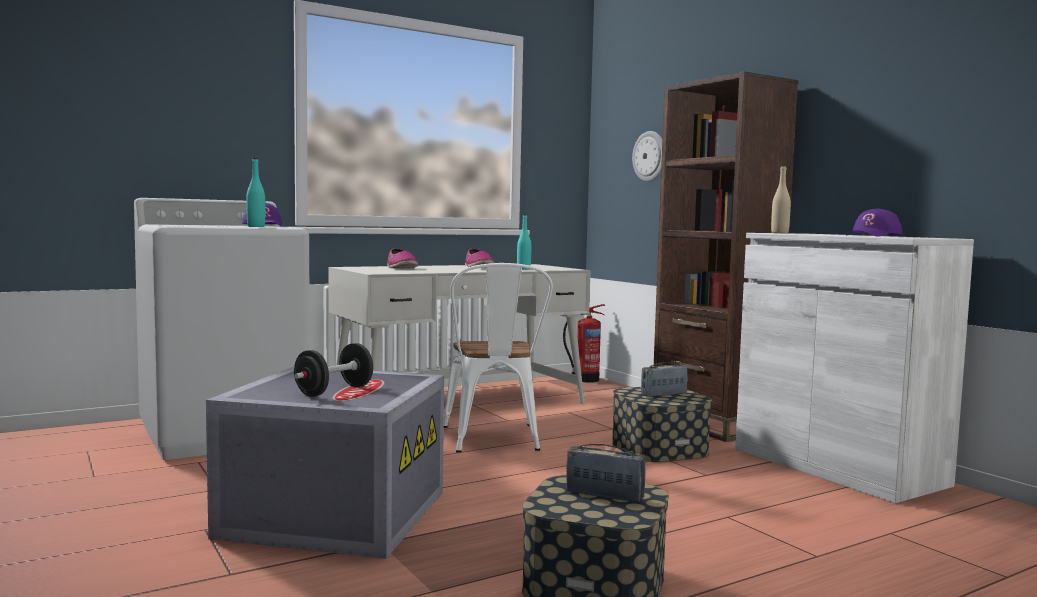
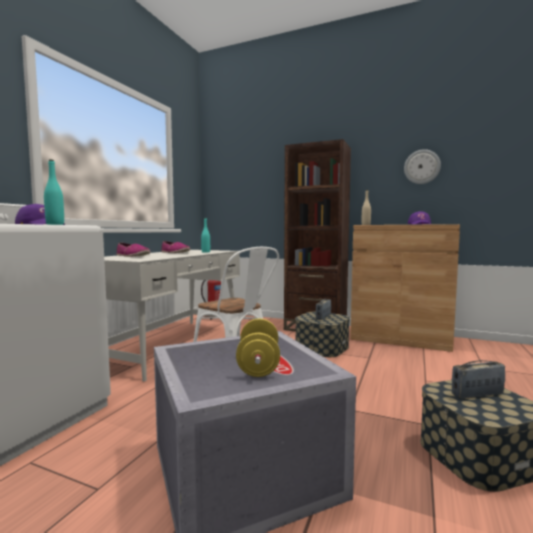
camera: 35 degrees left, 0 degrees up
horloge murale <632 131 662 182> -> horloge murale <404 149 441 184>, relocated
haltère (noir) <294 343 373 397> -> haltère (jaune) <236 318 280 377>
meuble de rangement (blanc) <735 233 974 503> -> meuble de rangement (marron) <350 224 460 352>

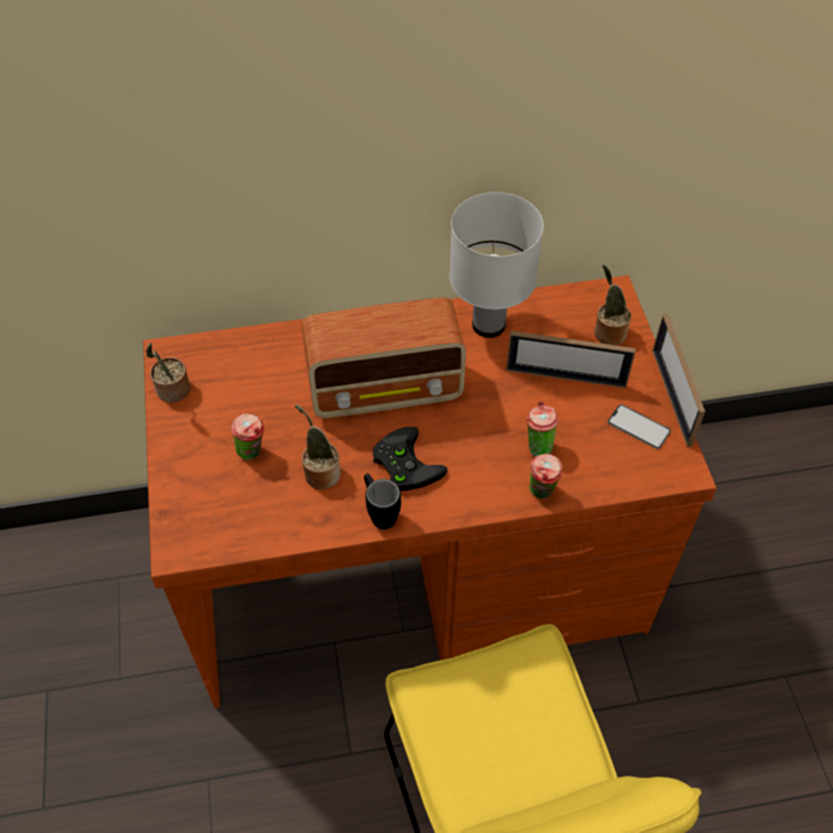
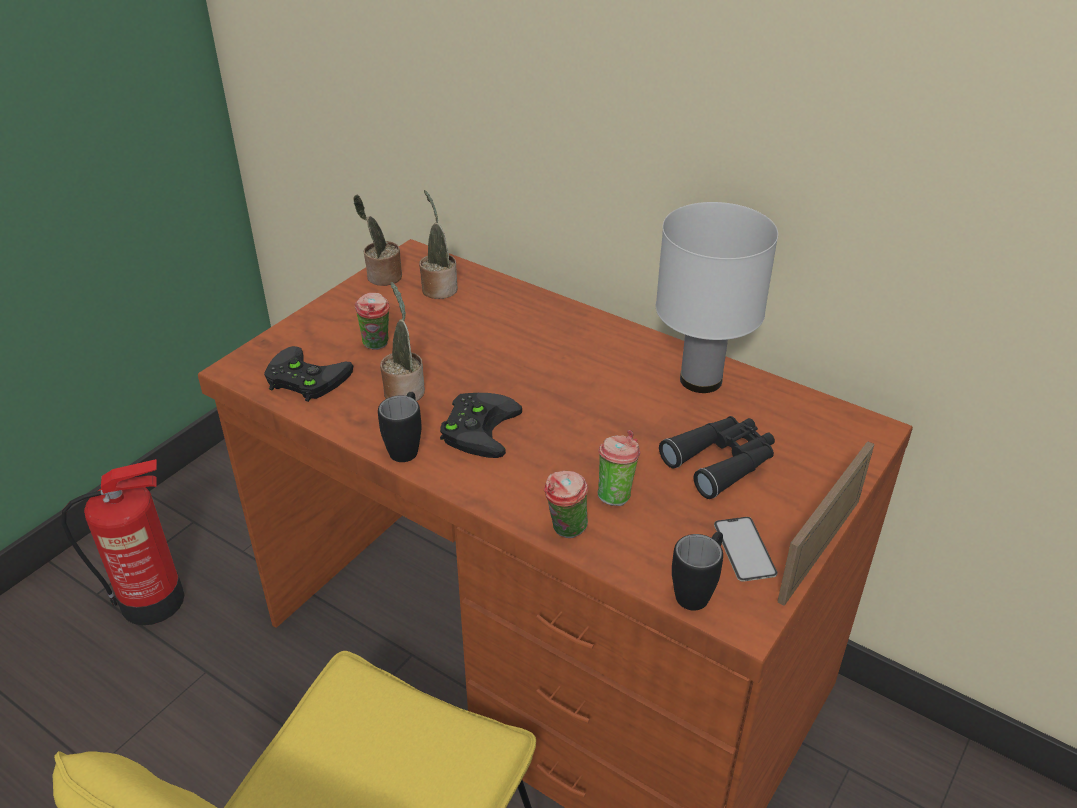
camera: 45 degrees right, 15 degrees down
radio <302 297 466 418> -> none
none -> extincteur <61 459 184 625>
none -> manette (noir) <264 346 353 402>
none -> mug (noir) <672 532 723 611>
plante en pot <594 265 631 345> -> plante en pot <419 190 458 299>, relocated
cadre photo <506 331 636 388> -> jumelles (noir) <659 416 775 499>

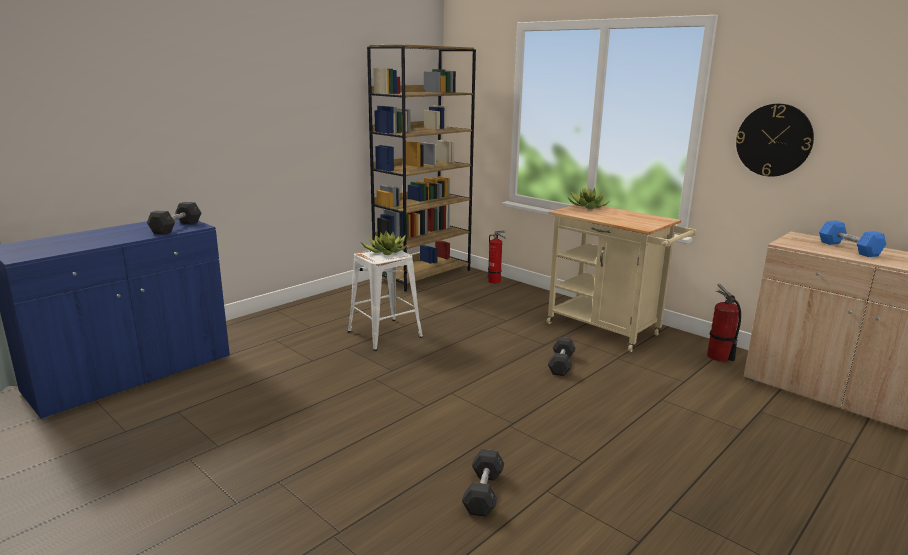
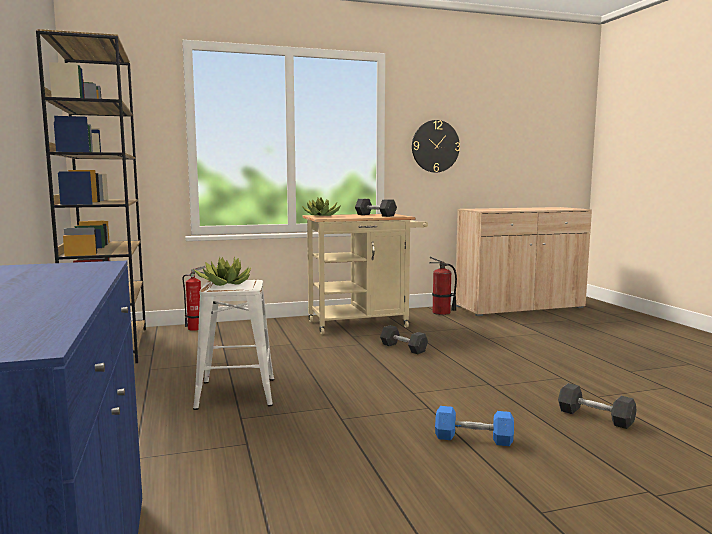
camera: 60 degrees left, 10 degrees down
haltère (gris) <147 202 201 235> -> haltère (gris) <355 199 397 217>, relocated
haltère (bleu) <819 221 886 257> -> haltère (bleu) <435 406 514 446>, relocated

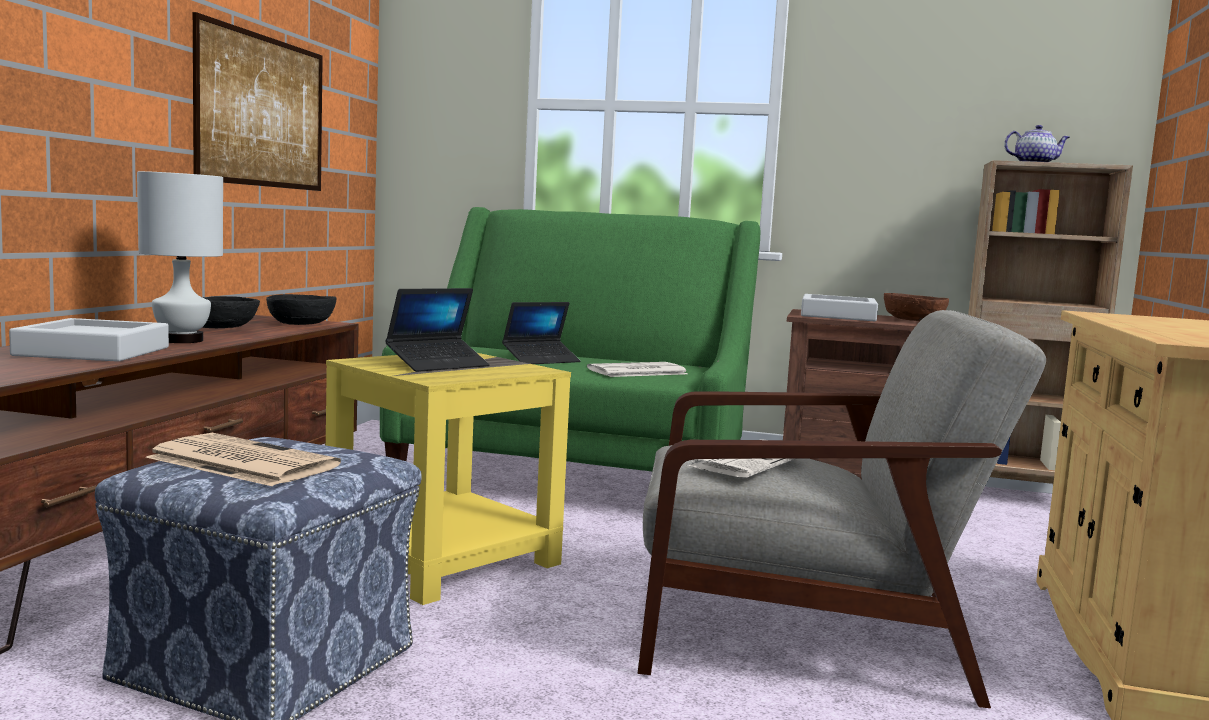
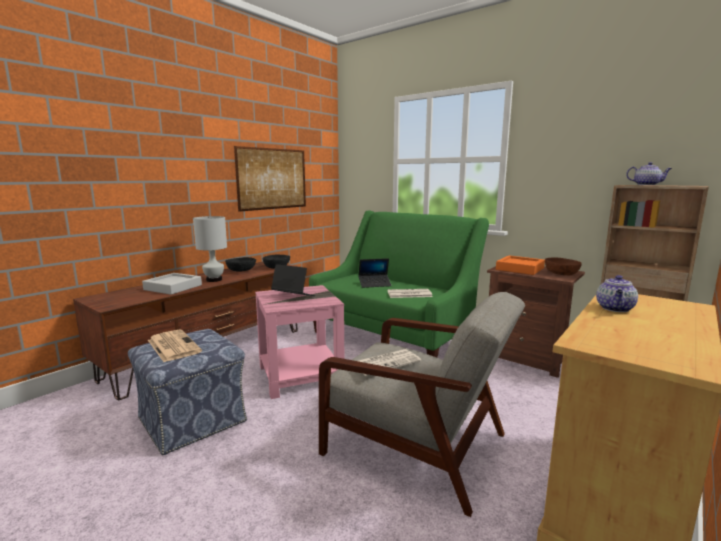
camera: 25 degrees right, 5 degrees up
none -> théière <596 275 638 312>
table d'appoint (jaune) <326 353 571 605> -> table d'appoint (rose) <255 285 344 399>
plateau (gris) <801 294 878 321> -> plateau (orange) <496 255 545 275>
ordinateur portable <385 288 490 372> -> ordinateur portable <271 264 315 296>, 135 degrees counterclockwise

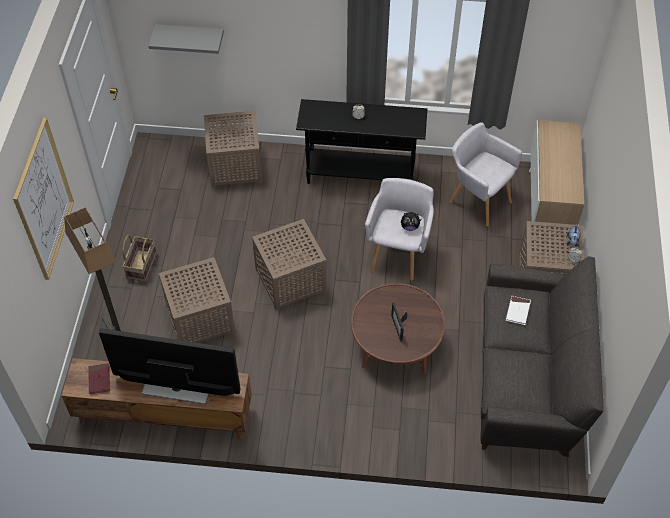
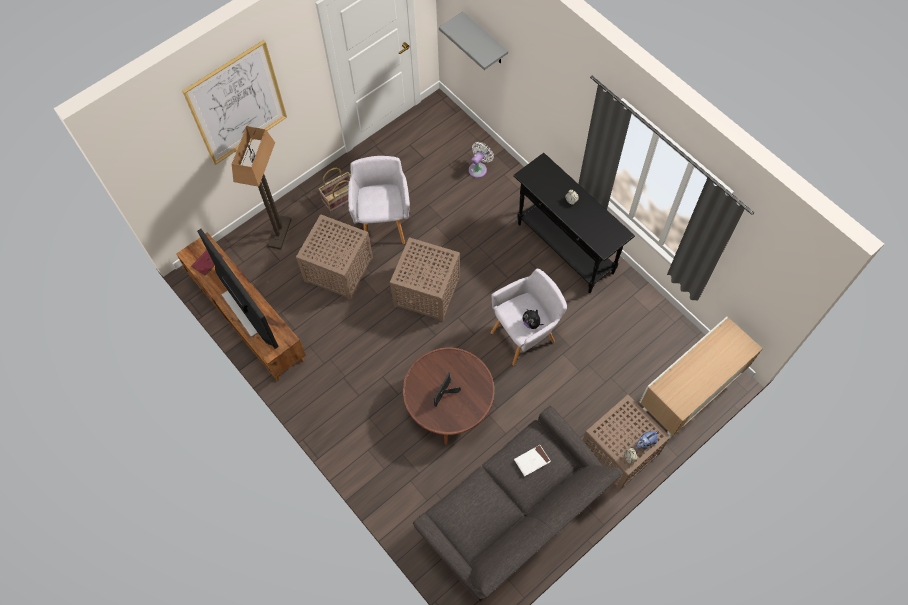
camera: 45 degrees right, 10 degrees up
fauteuil (gris) <449 122 522 227> -> fauteuil (gris) <348 156 410 244>, relocated
table d'appoint (marron) <204 111 262 188> -> ventilateur (blanc) <469 142 494 178>

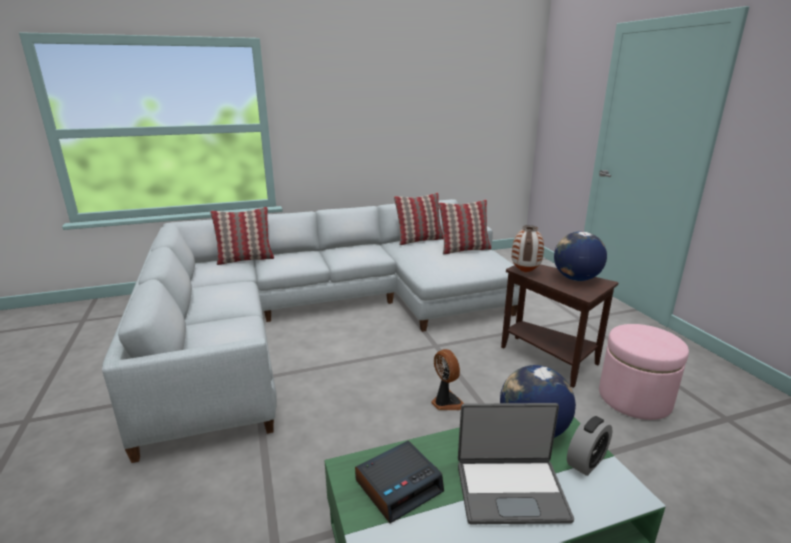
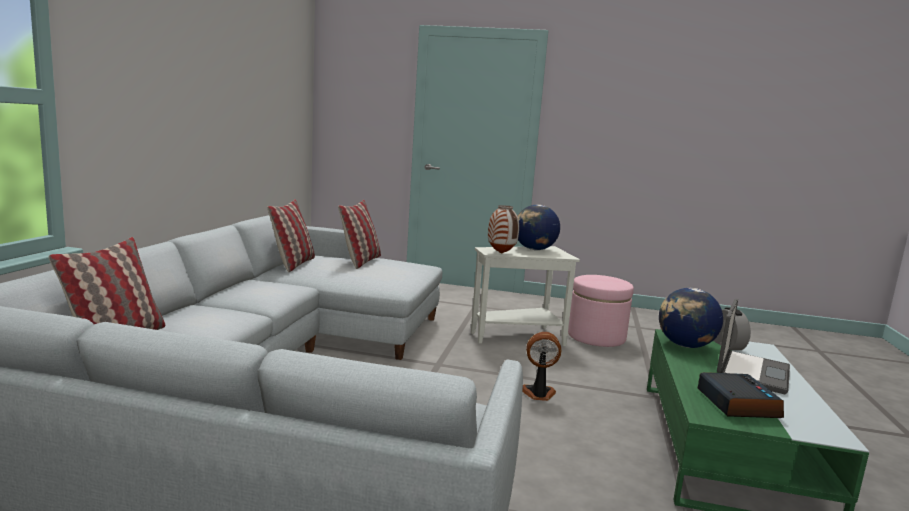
camera: 60 degrees left, 10 degrees down
table d'appoint (marron) <501 264 619 388> -> table d'appoint (blanc) <471 246 580 346>

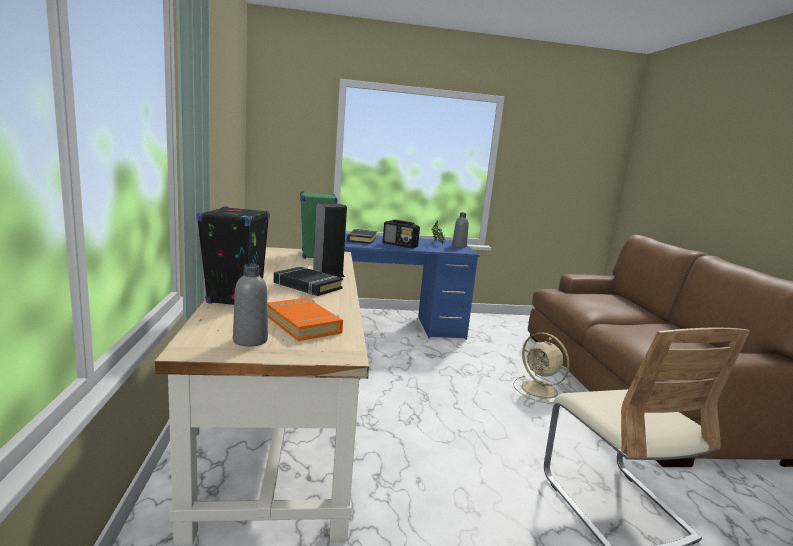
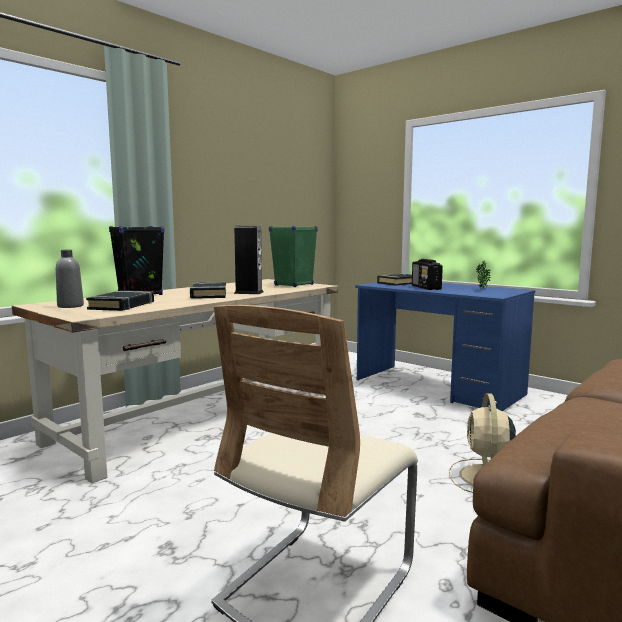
camera: 50 degrees right, 5 degrees down
bouteille (gris) <452 213 469 248> -> none
livre (orange) <267 298 343 341> -> livre (noir) <86 290 154 311>

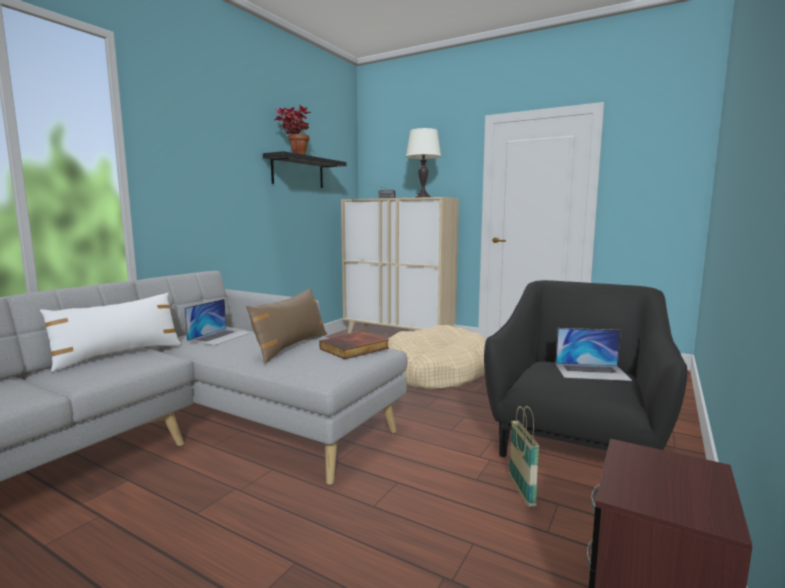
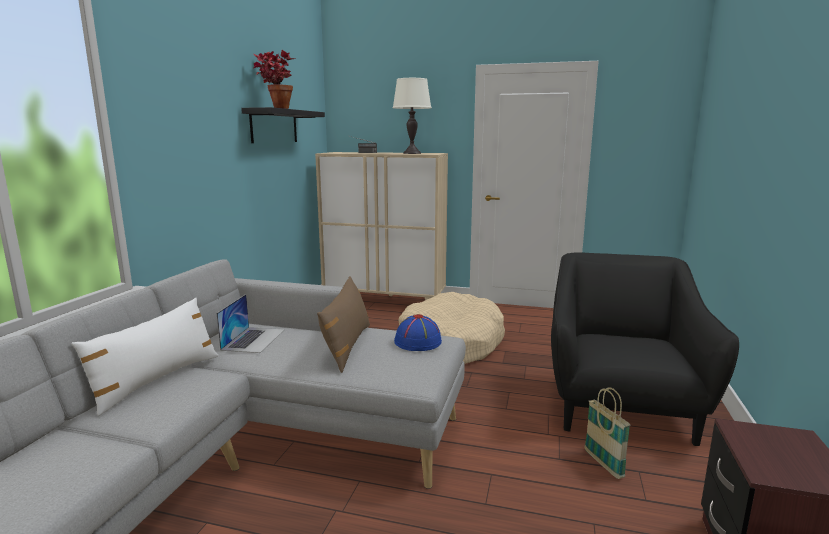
camera: 15 degrees left, 5 degrees up
ordinateur portable <555 328 632 381> -> none
livre <319 332 389 359> -> chapeau (bleu) <394 314 442 351>

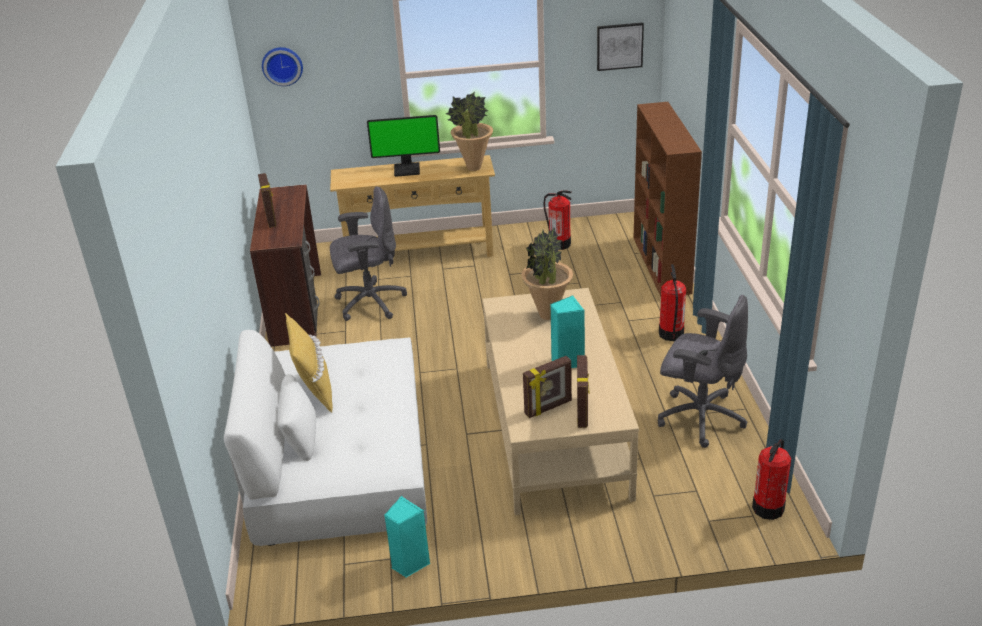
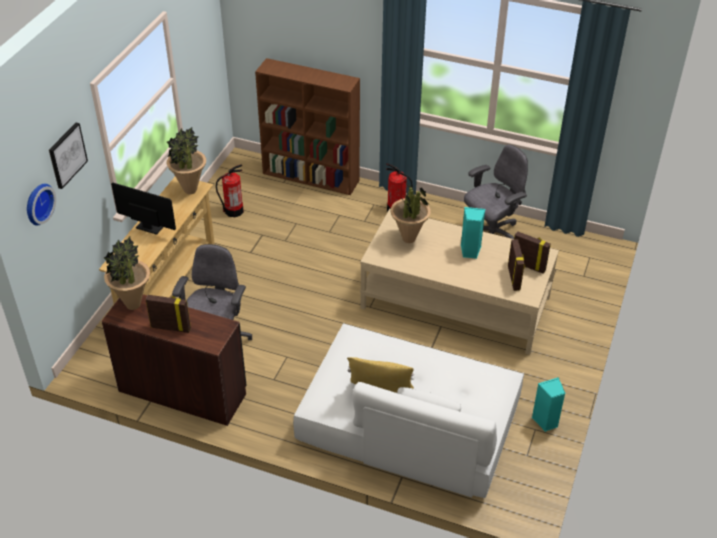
camera: 65 degrees left, 10 degrees up
extincteur <752 439 791 520> -> none
none -> plante en pot <104 237 150 310>
tableau <597 22 644 71> -> tableau <49 122 88 189>, relocated
écran d'ordinateur <367 115 440 177> -> écran d'ordinateur <111 183 176 235>, 90 degrees counterclockwise

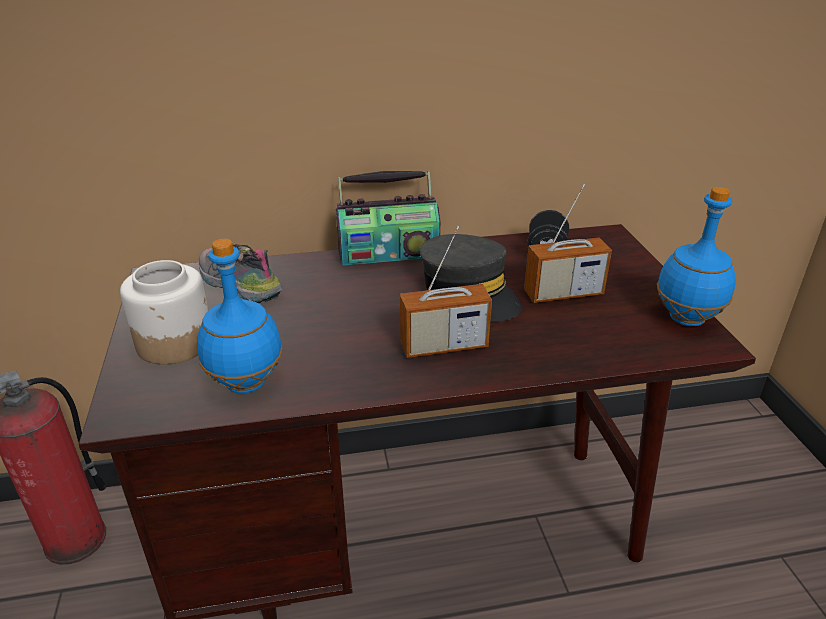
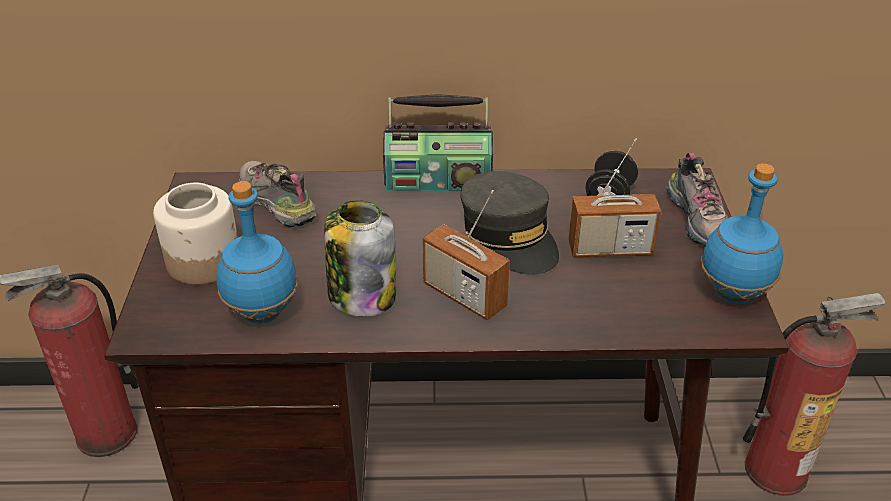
camera: 10 degrees right, 5 degrees up
none -> bocal <324 200 396 317>
none -> chaussure <666 153 728 246>
none -> extincteur <743 293 886 496>
radio <400 226 492 358> -> radio <422 190 510 320>, 45 degrees clockwise

